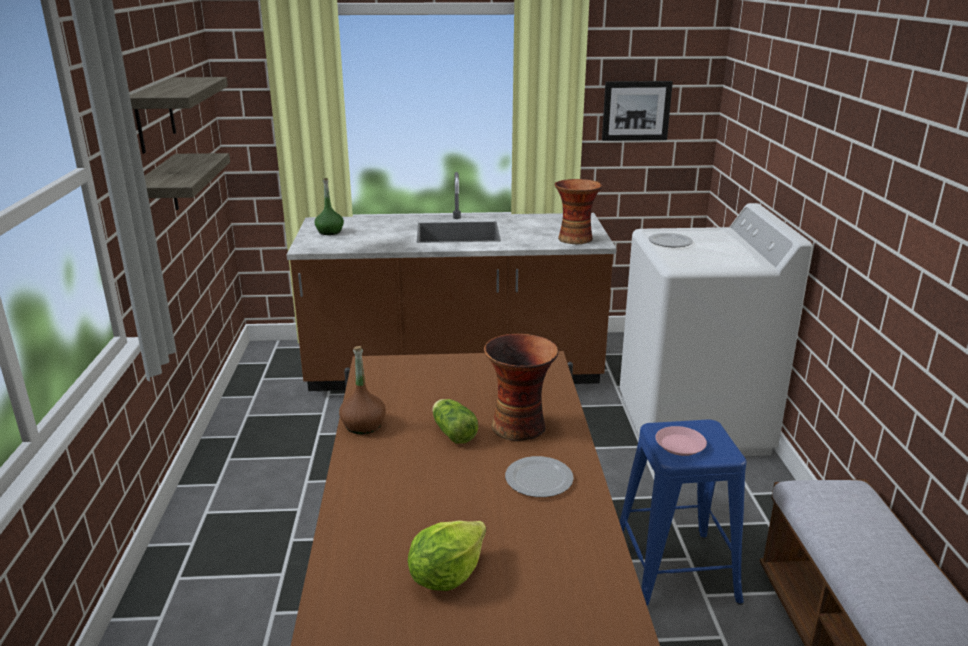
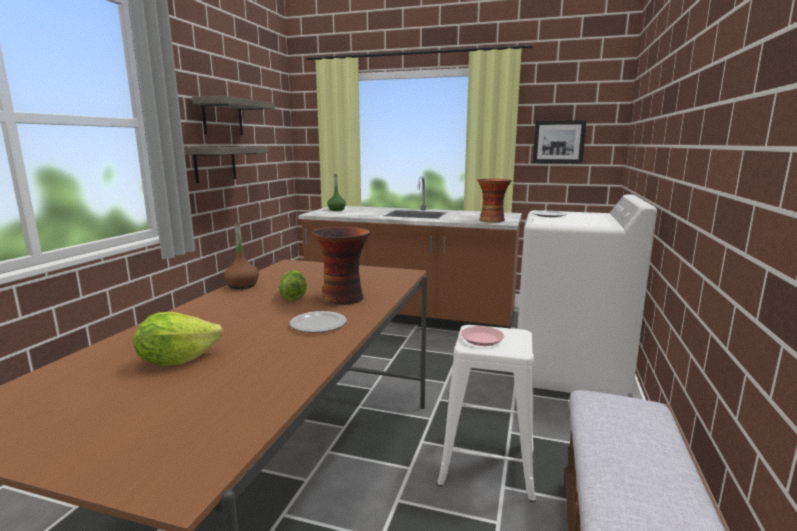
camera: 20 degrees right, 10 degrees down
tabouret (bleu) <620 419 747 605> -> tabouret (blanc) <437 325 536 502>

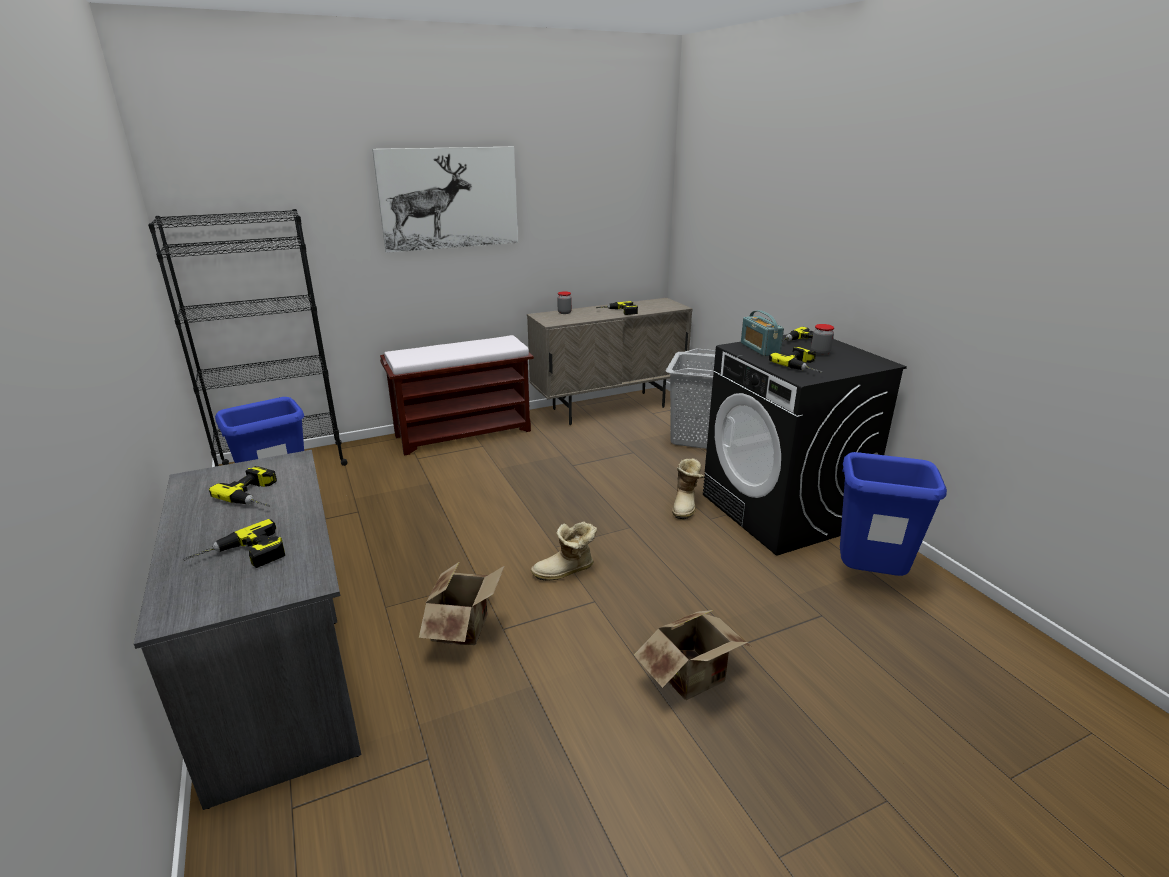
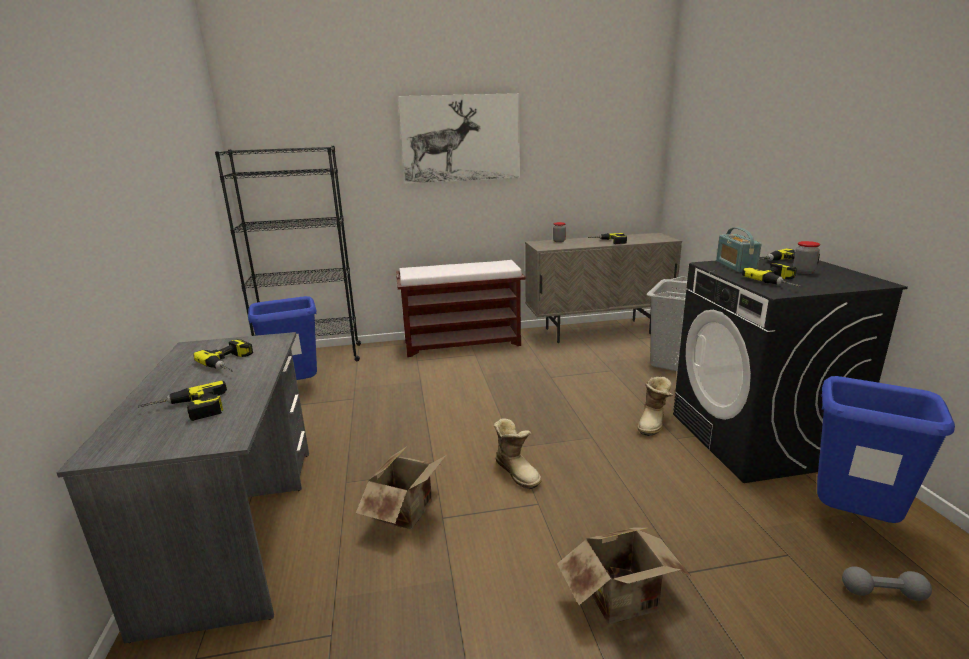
camera: 15 degrees right, 5 degrees down
none -> haltère (gris) <842 566 932 601>
botte <531 521 597 581> -> botte <493 418 542 489>, 120 degrees counterclockwise

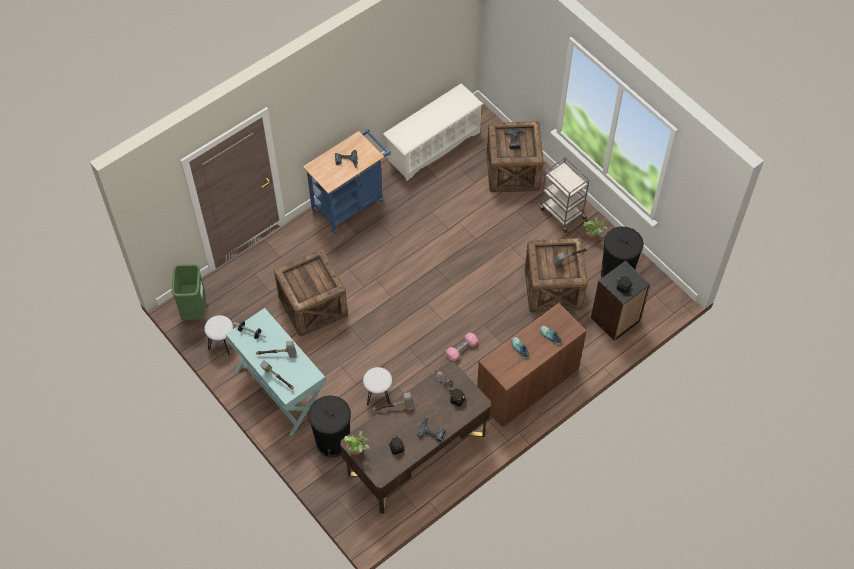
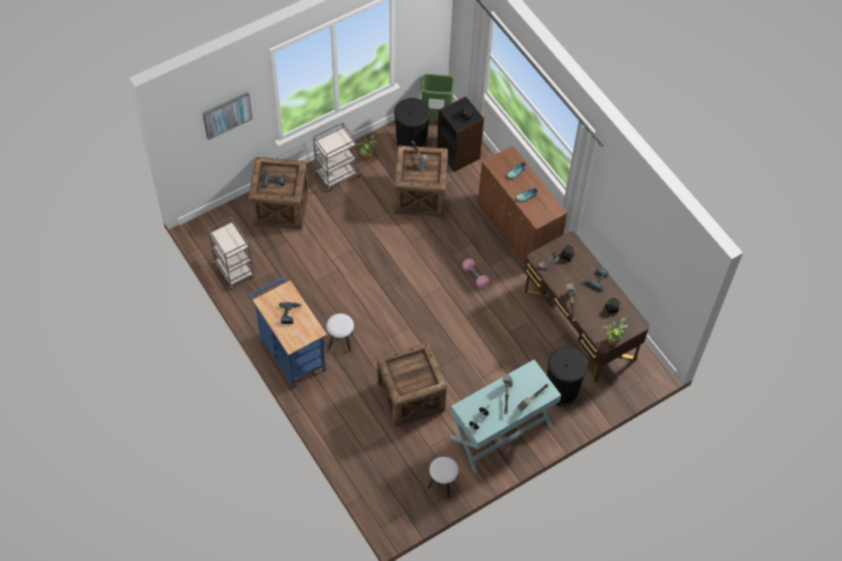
camera: 85 degrees left, 0 degrees up
none -> tableau <203 92 252 140>
poubelle (vert) <172 264 206 321> -> poubelle (vert) <421 74 455 121>, relocated
tabouret (blanc) <363 367 392 406> -> tabouret (blanc) <326 313 354 352>, relocated
étagère à chaussures (blanc) <383 83 483 181> -> chariot (gris) <208 217 255 289>

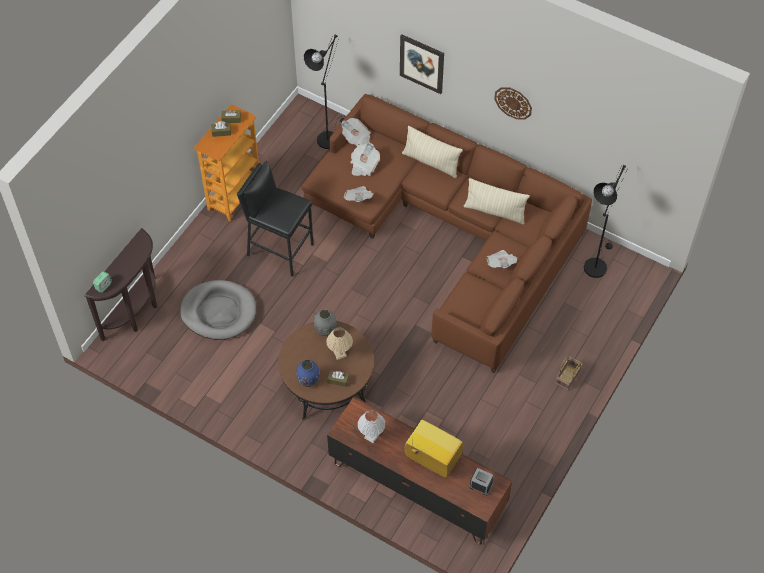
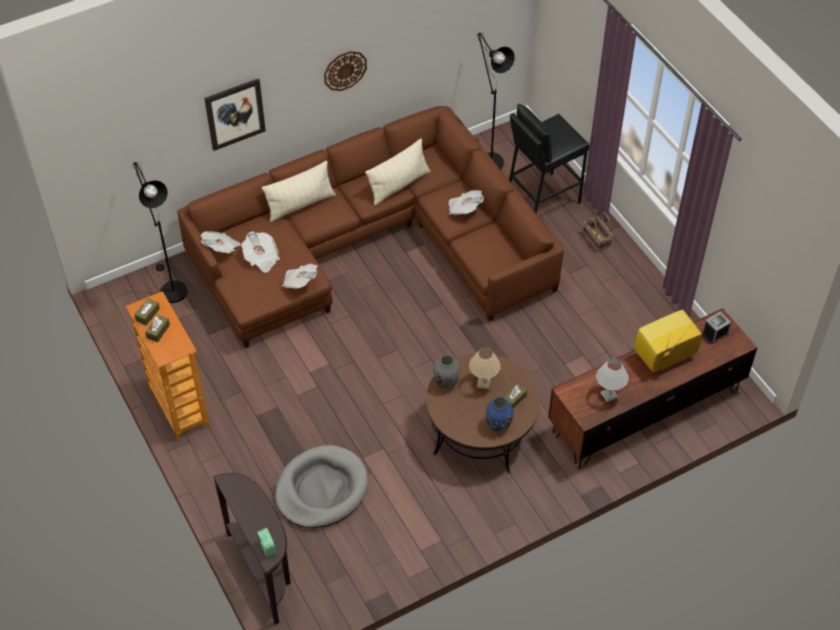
camera: 60 degrees left, 5 degrees down
tabouret (noir) <237 161 314 277> -> tabouret (noir) <509 104 589 213>, relocated

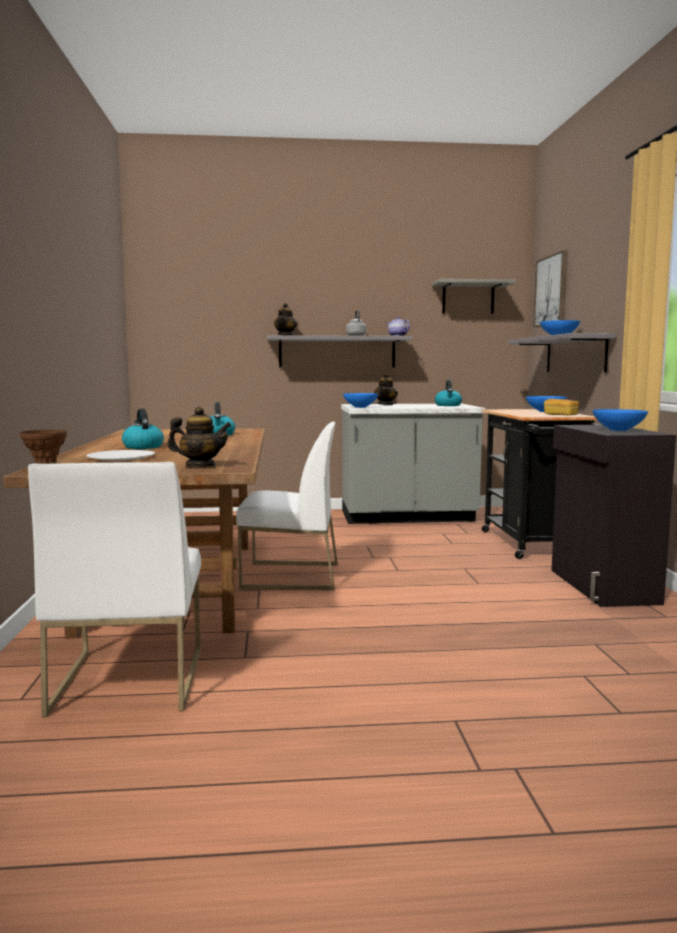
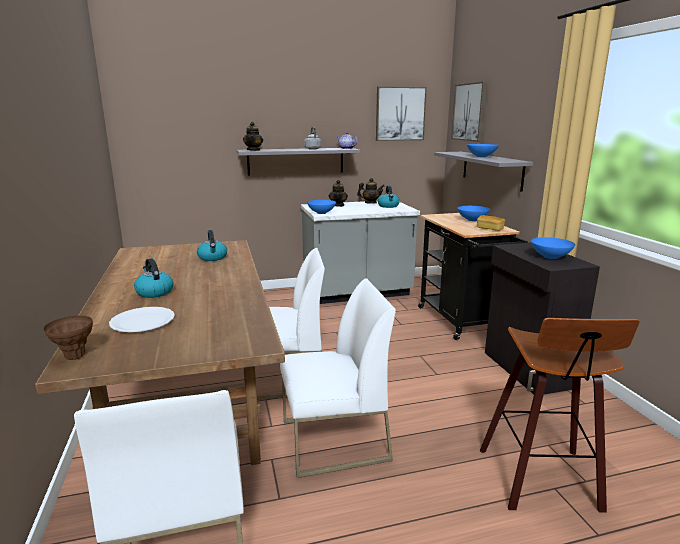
camera: 10 degrees left, 10 degrees up
none -> chaise (blanc) <280 278 396 478>
none -> tabouret <480 318 640 513>
théière <167 406 231 467> -> théière <357 178 384 204>, relocated
étagère (gris) <432 279 516 314> -> tableau <376 86 427 141>

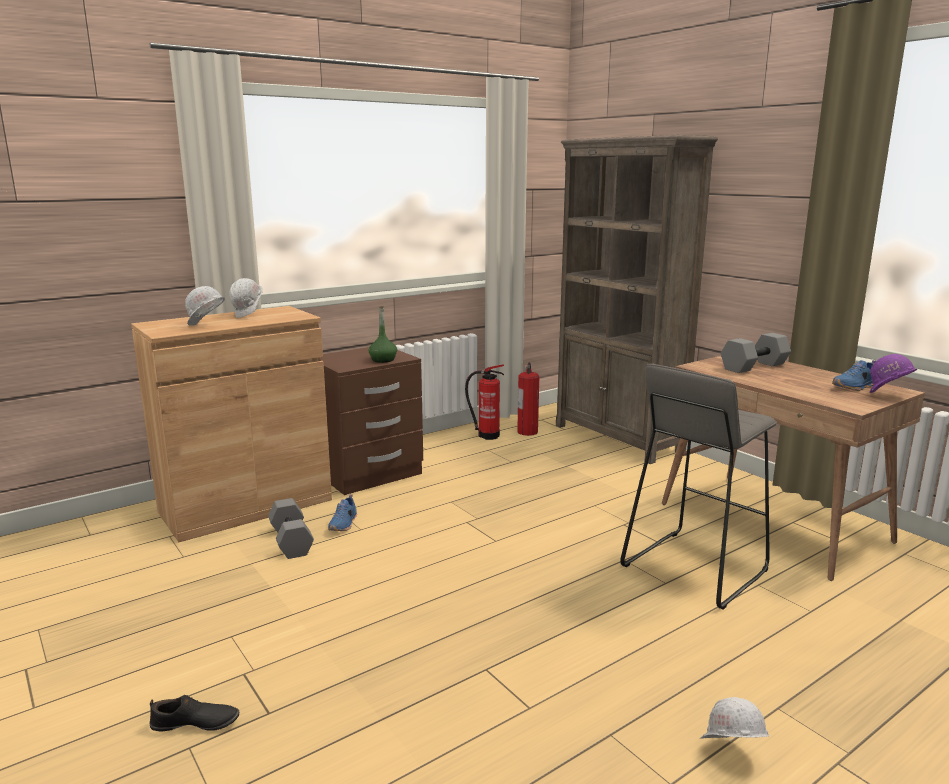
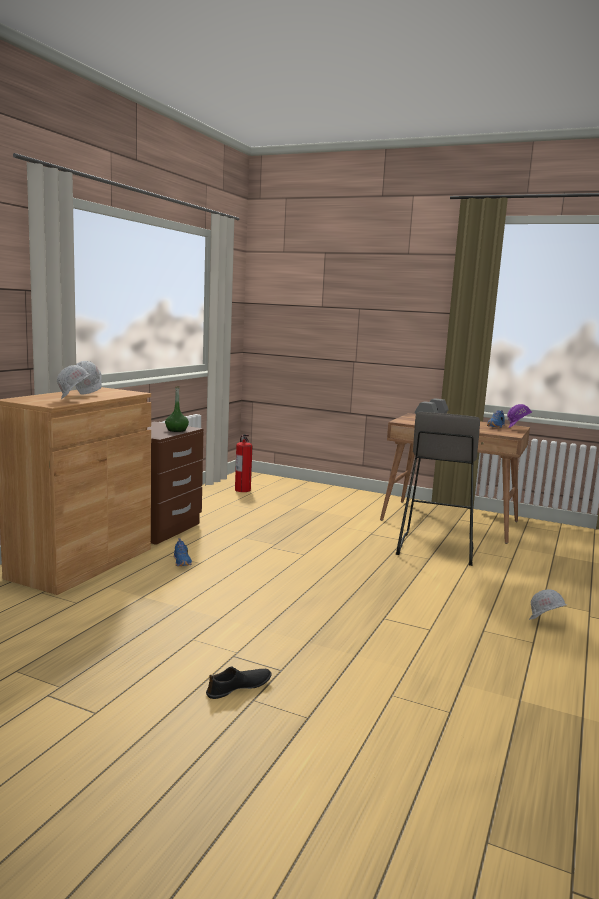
camera: 30 degrees left, 5 degrees down
haltère (gris) <268 498 314 559> -> none
extincteur <465 364 504 440> -> none
bibliothèque (marron) <556 135 718 464> -> none

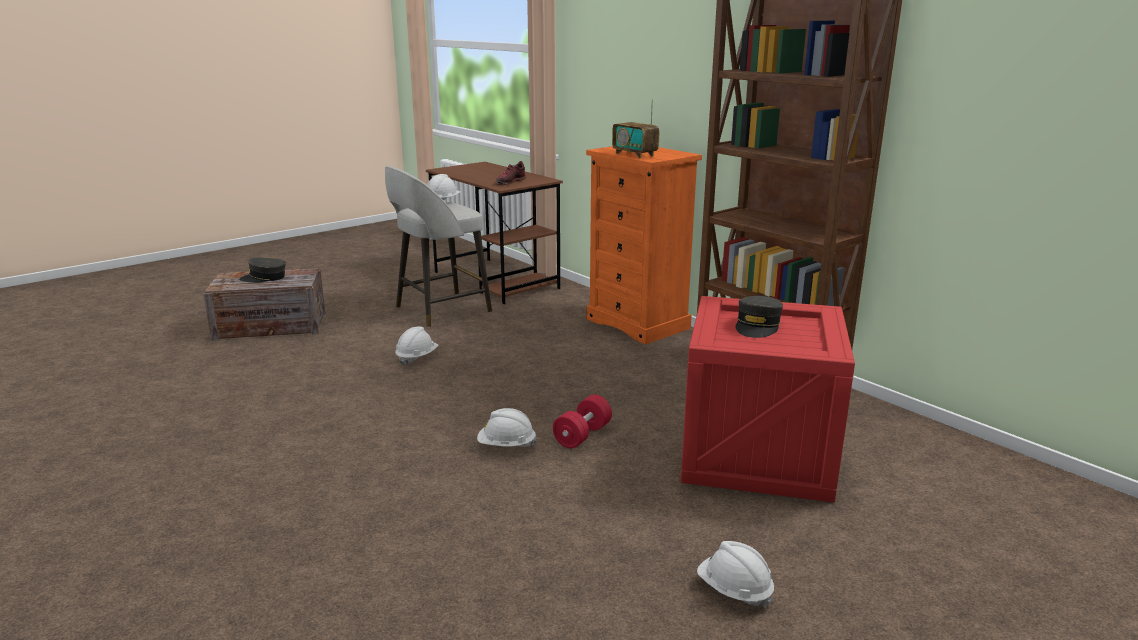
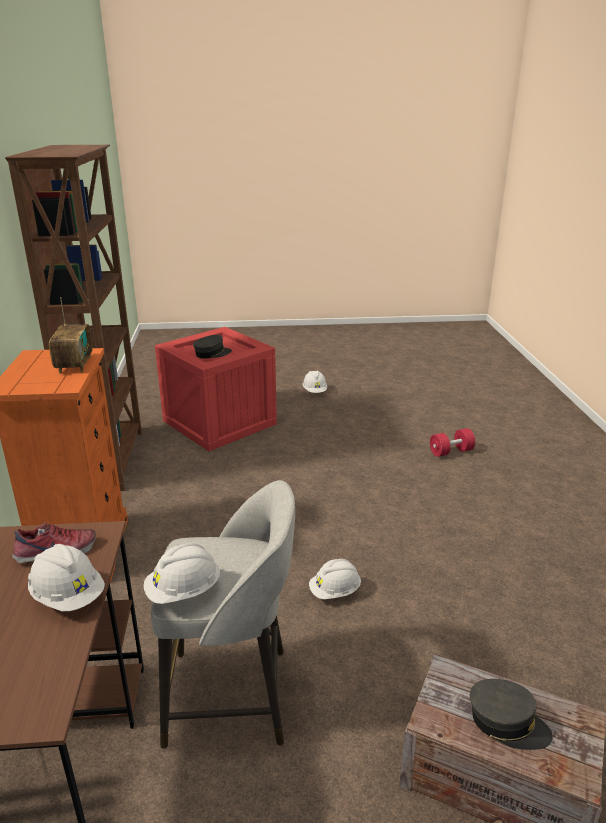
camera: 145 degrees left, 5 degrees up
casque de chantier (blanc) <477 408 537 447> -> casque de chantier (blanc) <28 544 105 611>, relocated
haltère (rouge) <553 395 612 448> -> haltère (rouge) <430 428 475 457>, relocated

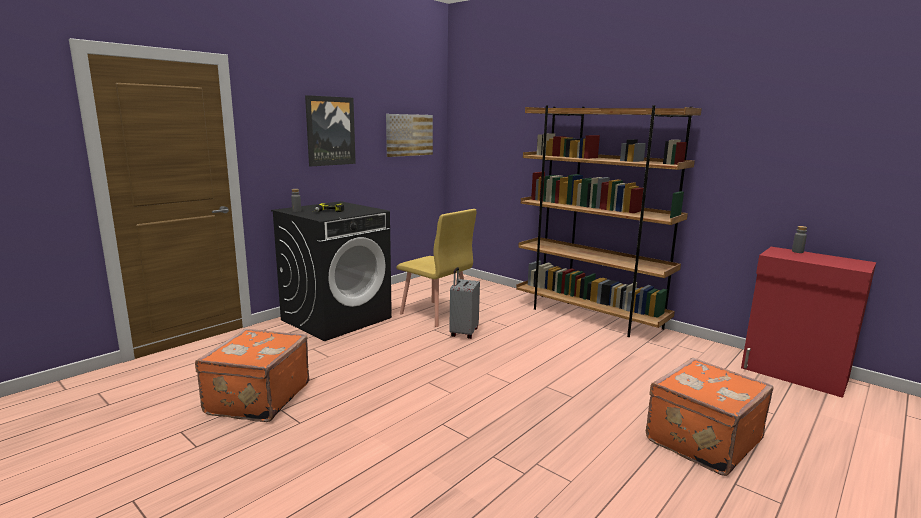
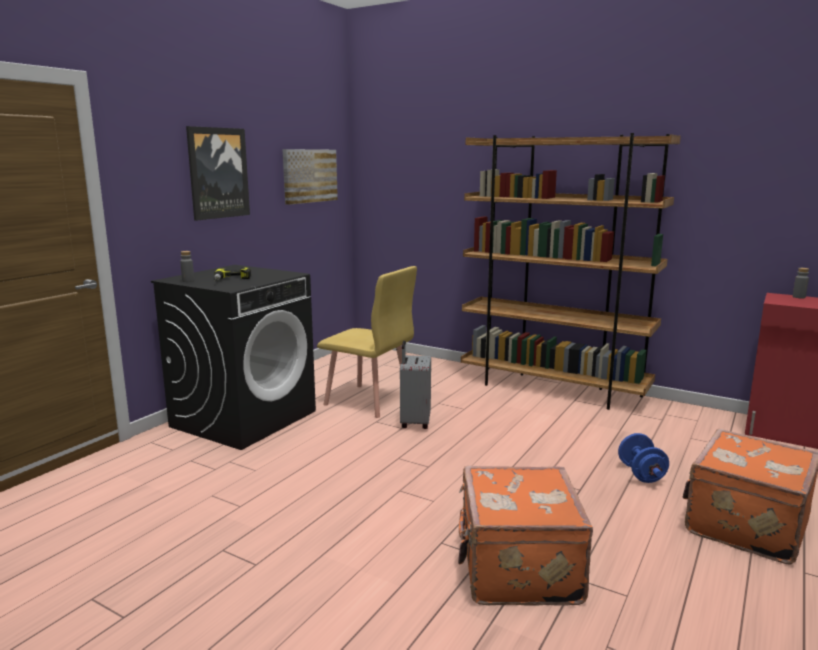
camera: 10 degrees left, 0 degrees up
none -> haltère (bleu) <618 433 669 483>
valise (orange) <195 328 309 422> -> valise (orange) <458 466 593 606>, relocated

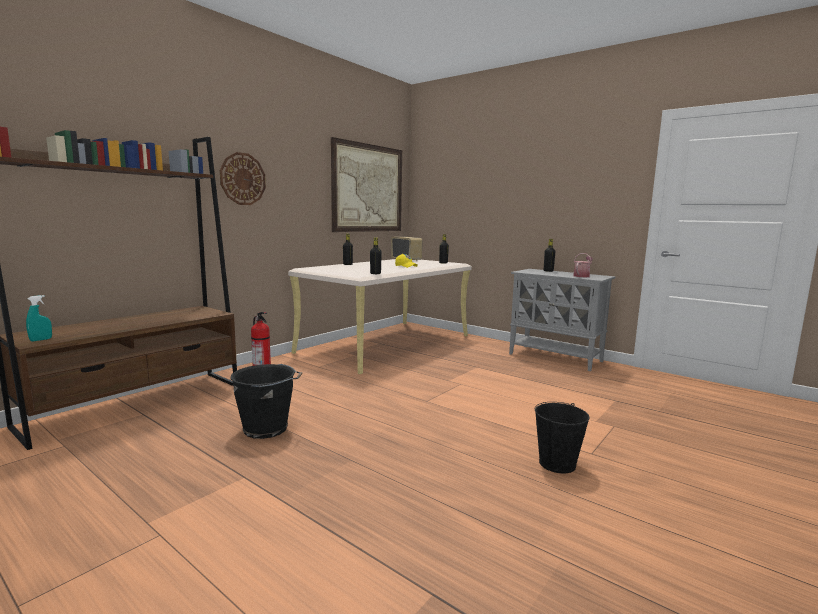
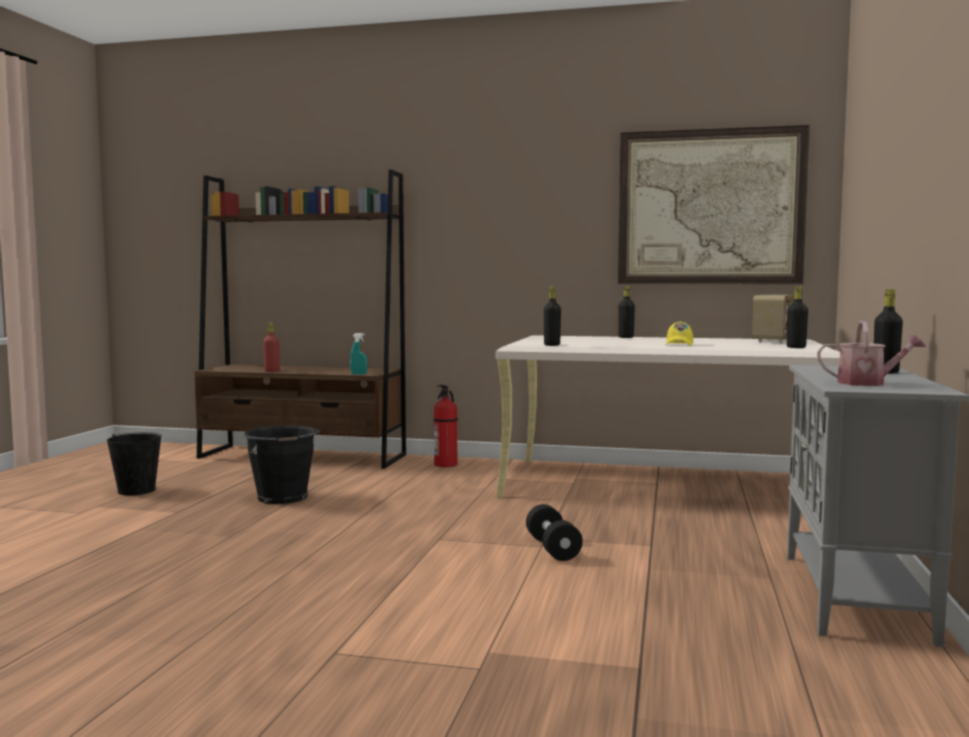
camera: 65 degrees right, 5 degrees down
horloge murale <220 152 266 205> -> none
none -> bouteille (rouge) <263 323 280 372>
none -> haltère (noir) <526 504 583 561>
vaporisateur (turquoise) <26 295 52 341> -> vaporisateur (turquoise) <350 333 367 375>, relocated
seau (noir) <535 402 590 473> -> seau (noir) <107 432 162 495>, relocated

